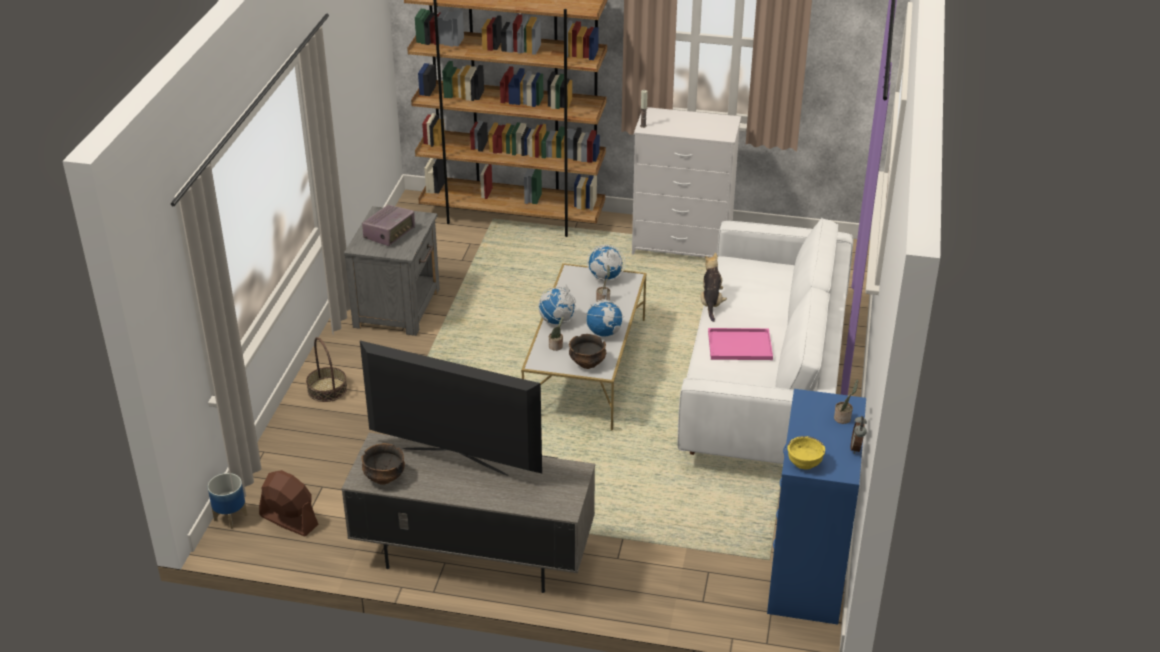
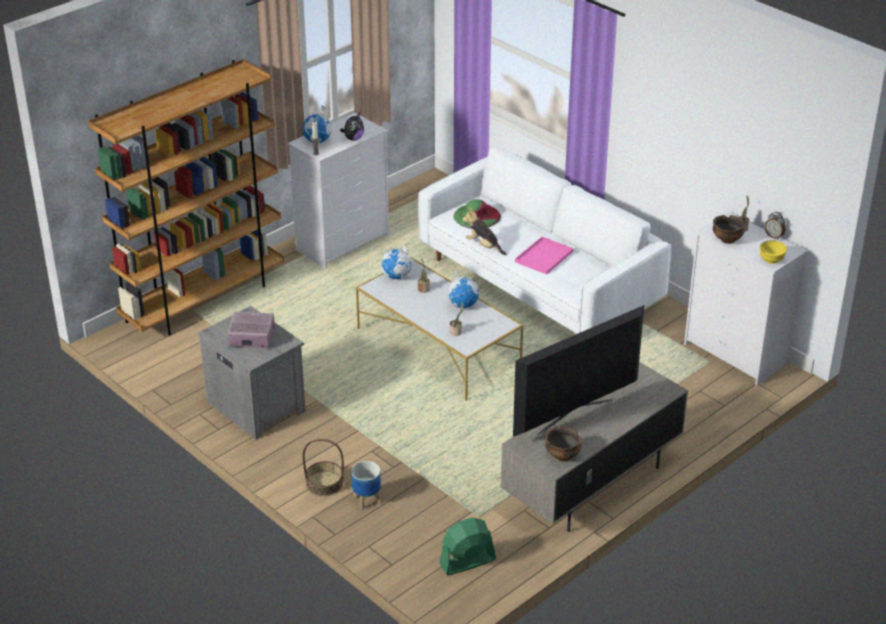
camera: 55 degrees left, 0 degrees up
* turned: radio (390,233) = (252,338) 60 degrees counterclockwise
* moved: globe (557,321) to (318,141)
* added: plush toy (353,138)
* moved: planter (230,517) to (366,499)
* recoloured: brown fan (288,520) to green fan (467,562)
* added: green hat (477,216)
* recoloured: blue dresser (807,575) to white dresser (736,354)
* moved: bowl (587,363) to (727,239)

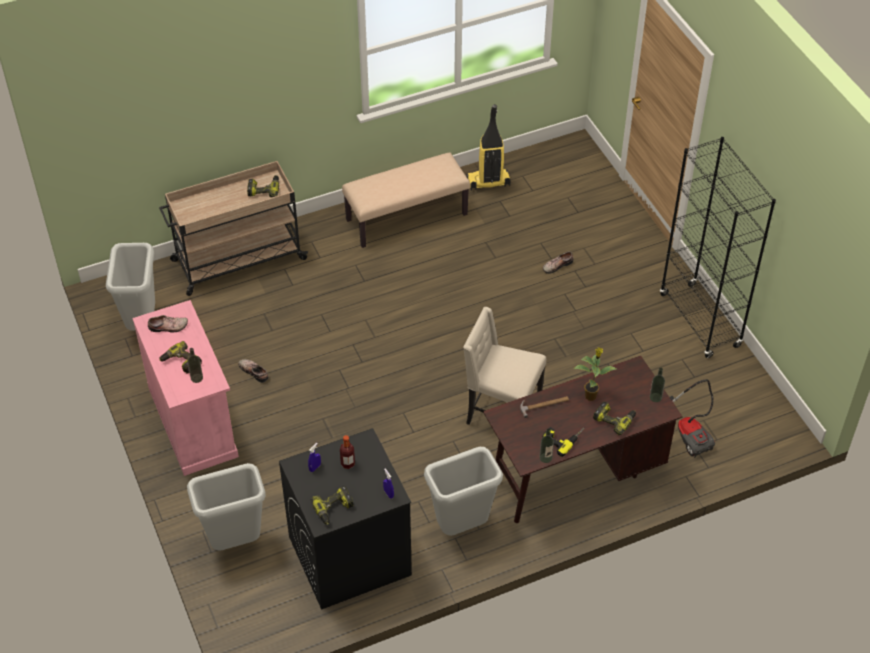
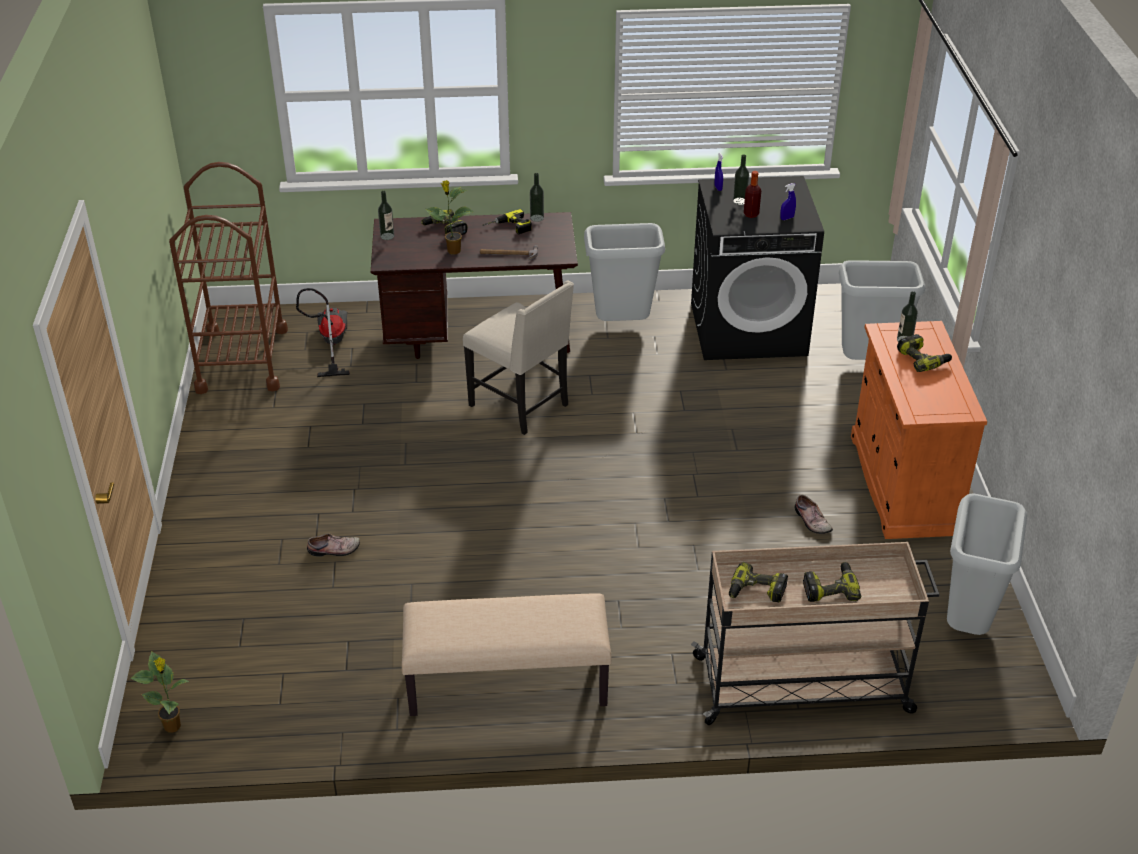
camera: 160 degrees left, 10 degrees down
* added: potted plant (173,726)
* added: brown cart (242,360)
* added: bottle (739,201)
* moved: power drill (333,509) to (830,588)
* recoloured: pink cabinet (193,422) to orange cabinet (902,484)
* removed: shoe (168,327)
* removed: vacuum cleaner (488,182)
* removed: black bookcase (700,321)

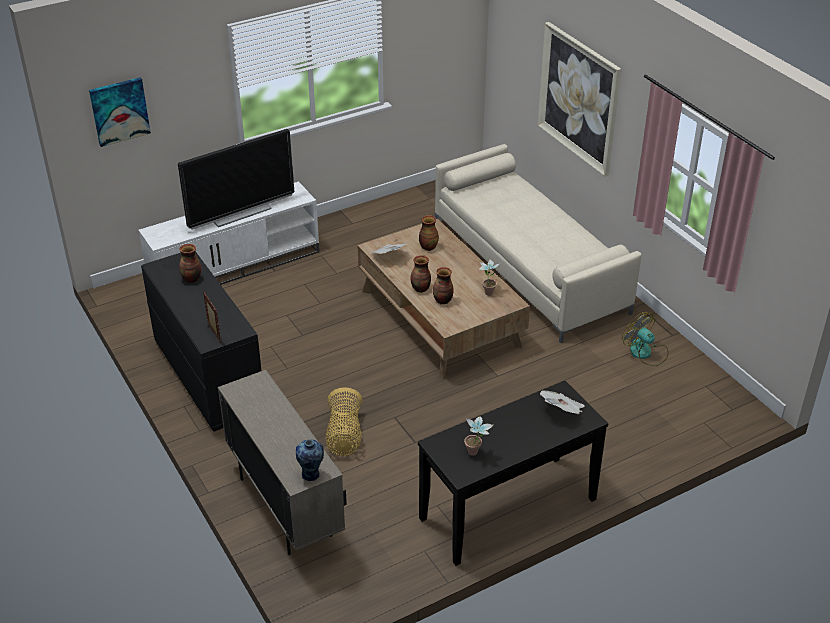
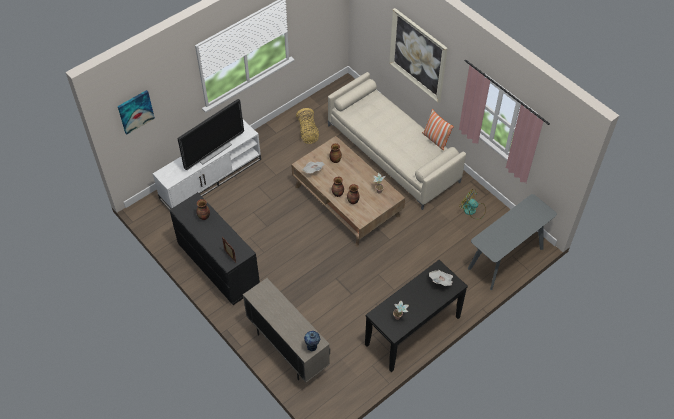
camera: 10 degrees left, 15 degrees up
* moved: basket (344,435) to (308,132)
* added: pillow (435,140)
* added: grey console table (505,259)

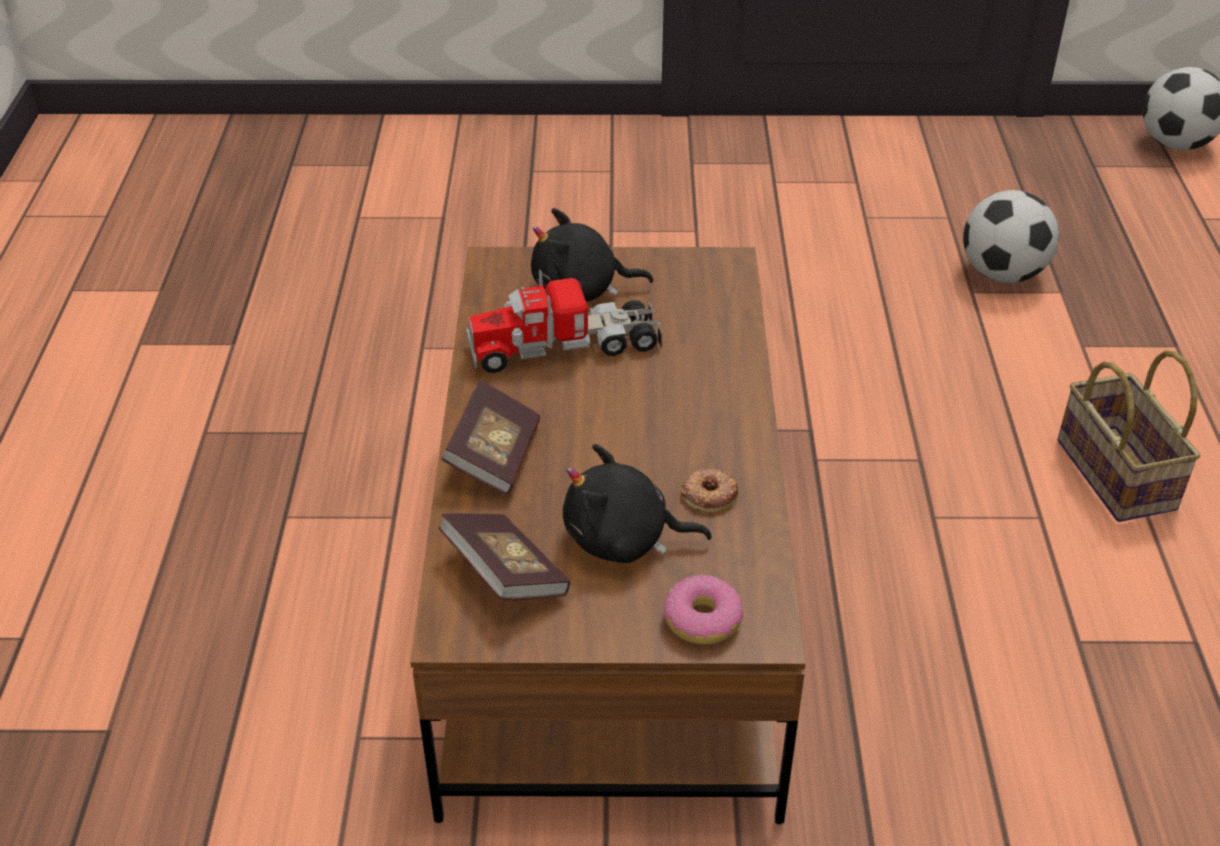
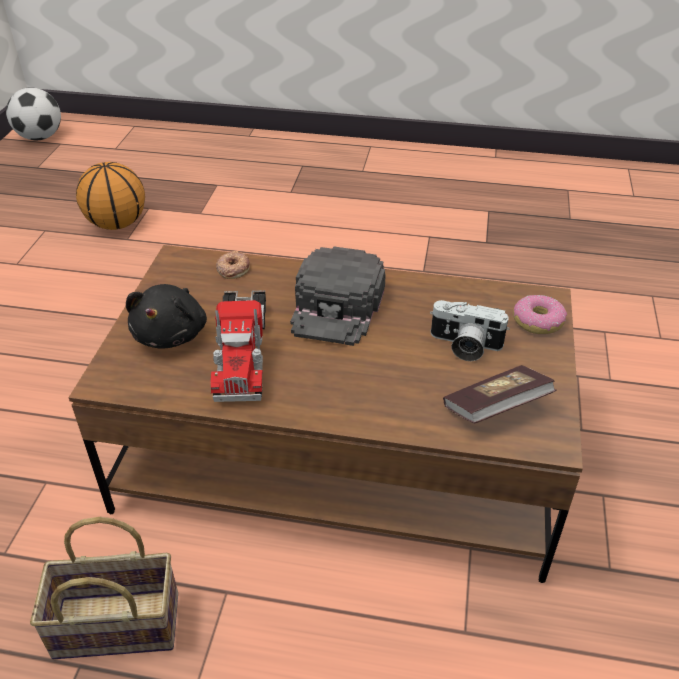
camera: 80 degrees left, 0 degrees up
* moved: basket (1111,473) to (113,627)
* replaced: football (1002,274) to basketball (118,224)
* moved: donut (709,494) to (233,268)
* added: black cap (338,305)
* replaced: black plush toy (624,540) to photo camera (464,346)
* removed: book (494,456)

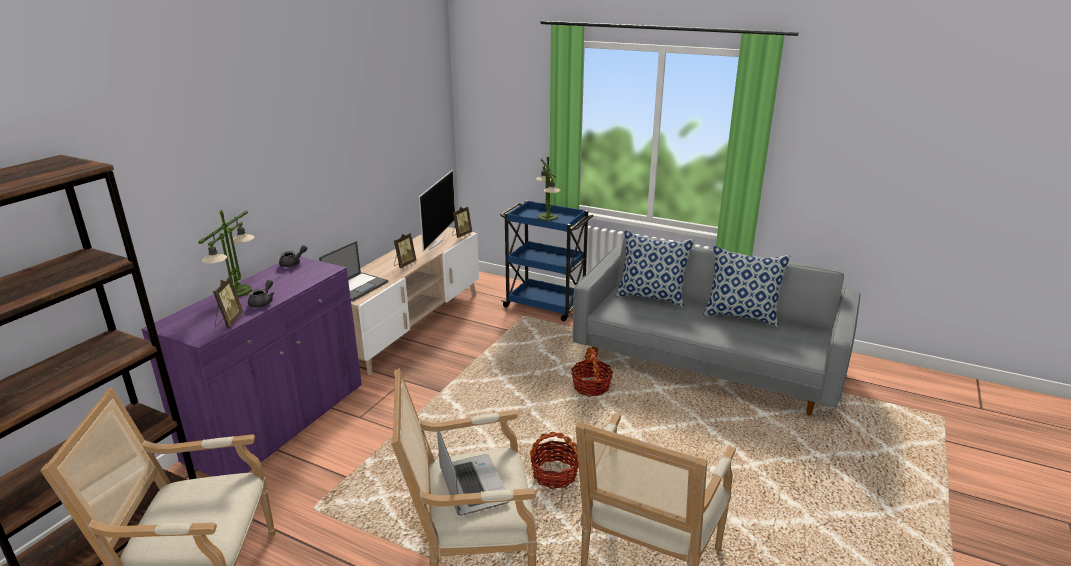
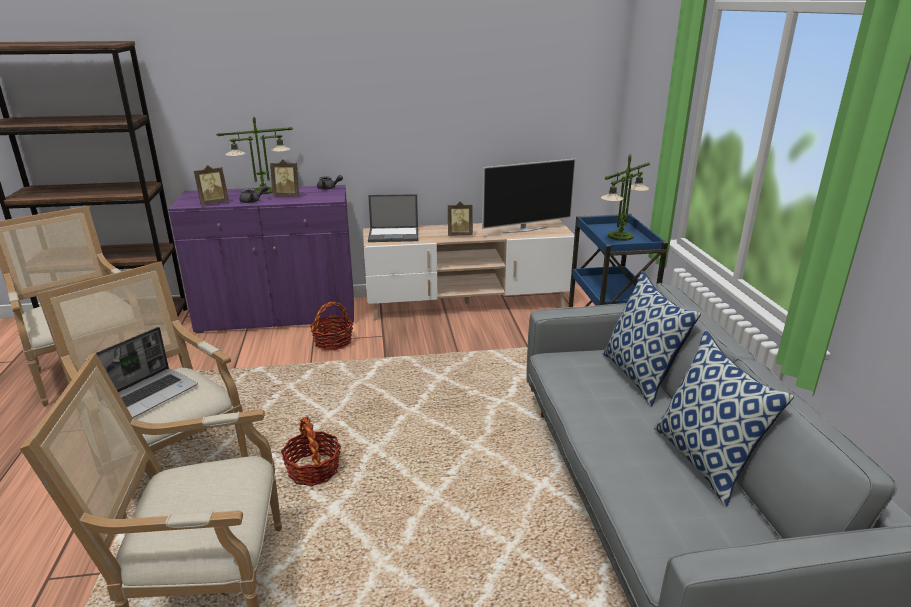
camera: 55 degrees right, 0 degrees up
* moved: picture frame (461,235) to (287,196)
* moved: basket (591,387) to (333,342)

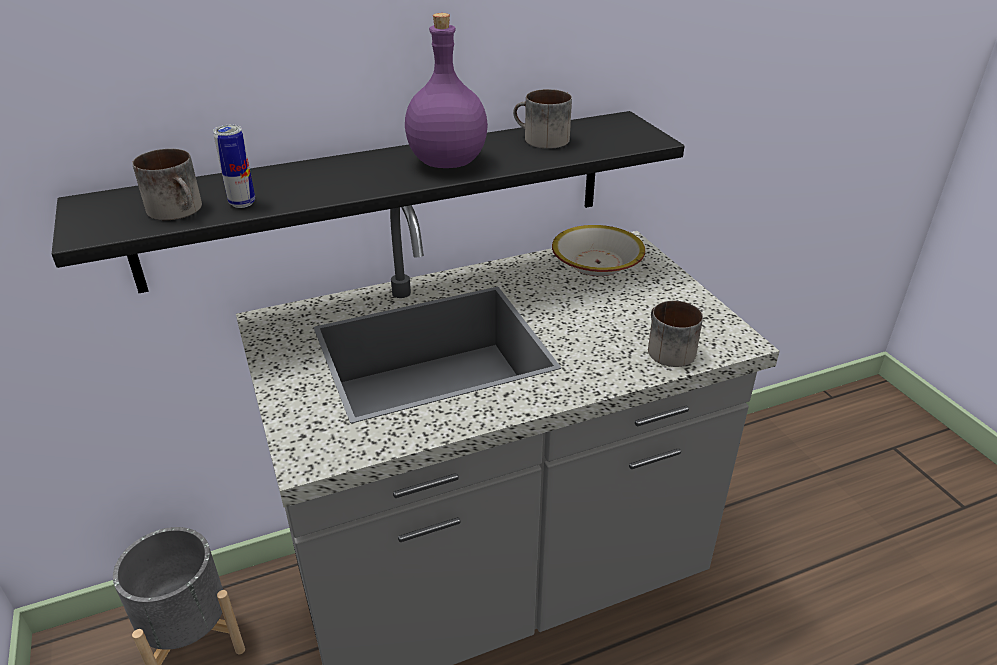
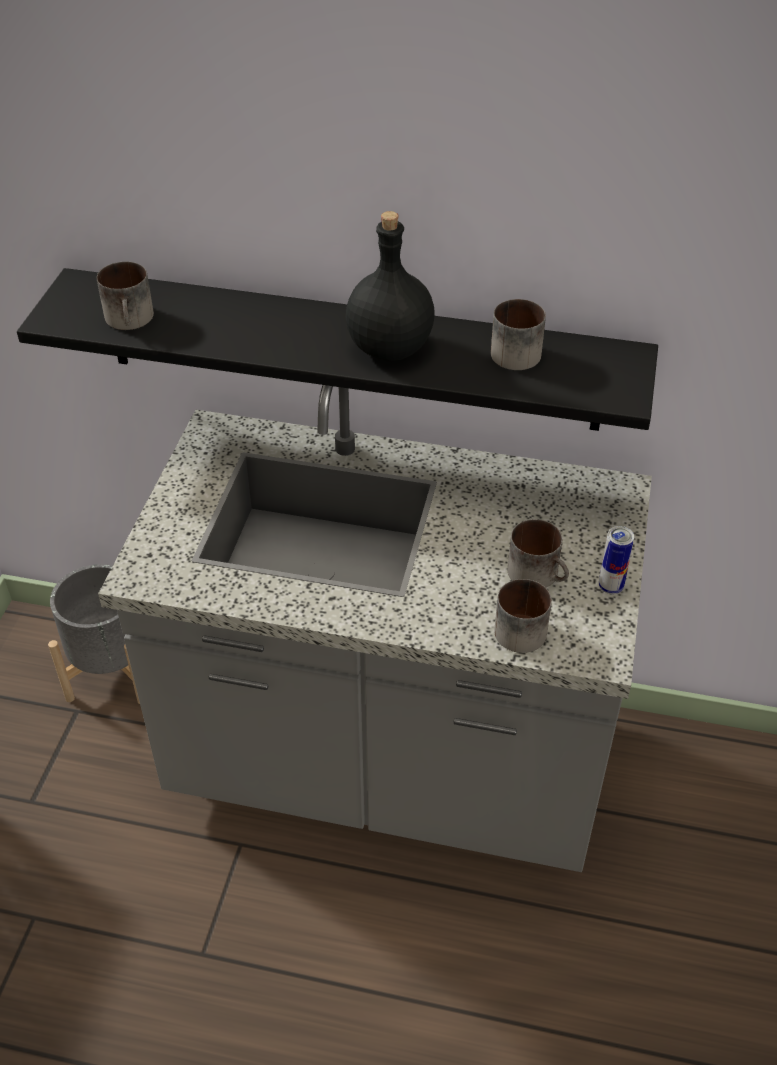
camera: 35 degrees right, 10 degrees up
* recoloured: purple bottle (446,162) to black bottle (389,348)
* added: mug (539,574)
* moved: can (242,203) to (610,587)
* removed: bowl (597,263)

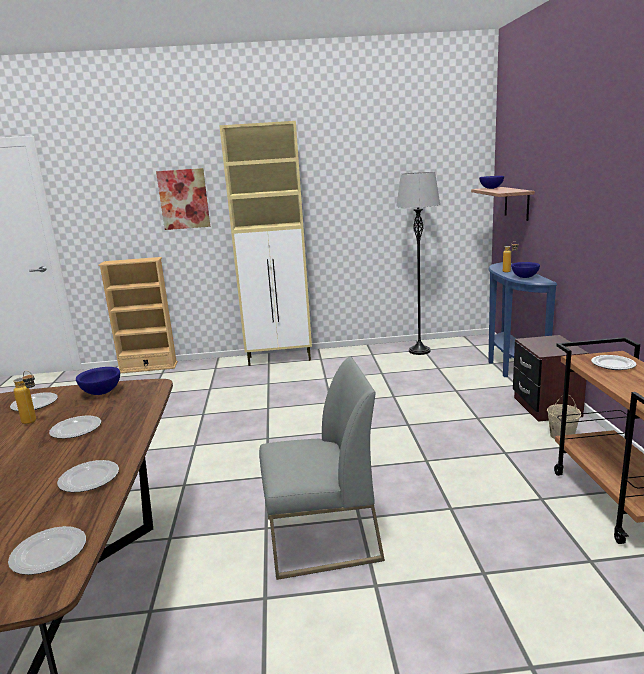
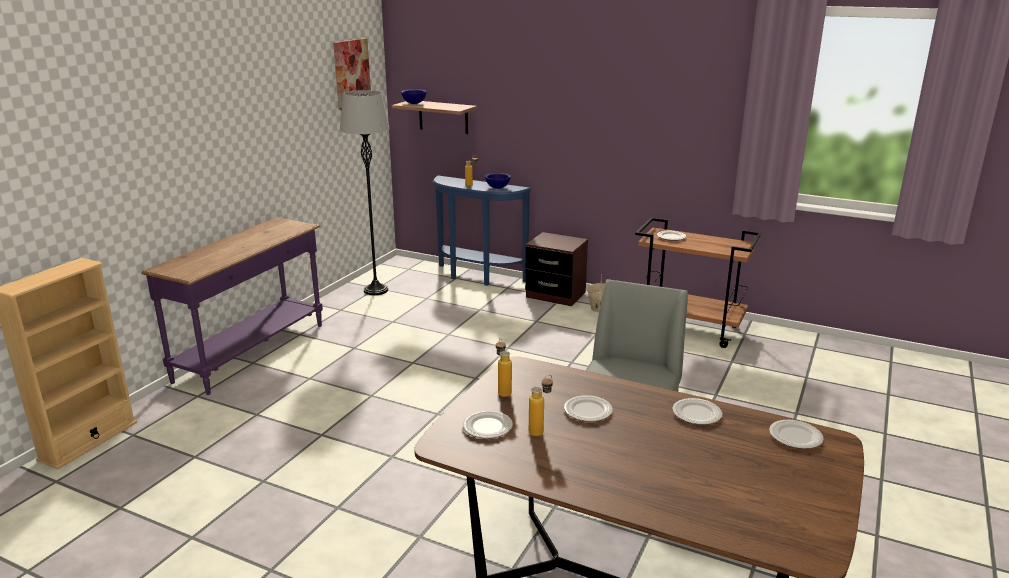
camera: 60 degrees left, 5 degrees up
* replaced: beige cabinet (280,358) to purple console table (253,352)
* moved: picture (184,199) to (351,73)
* replaced: blue bowl (101,392) to bottle (503,391)

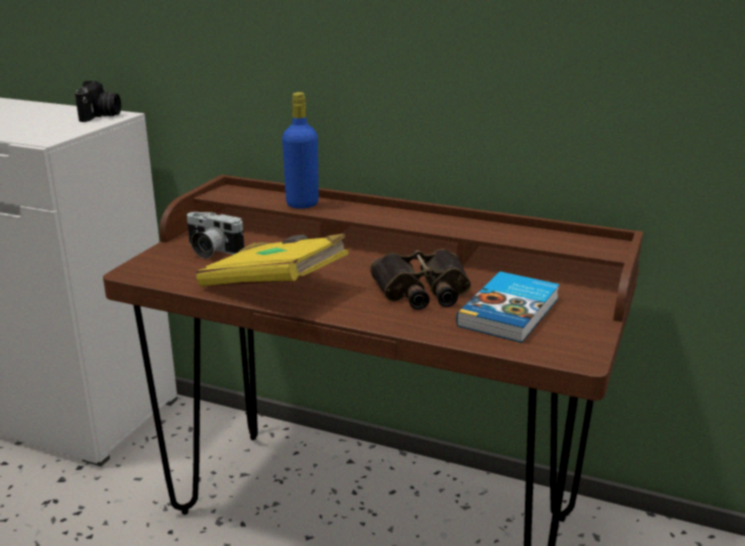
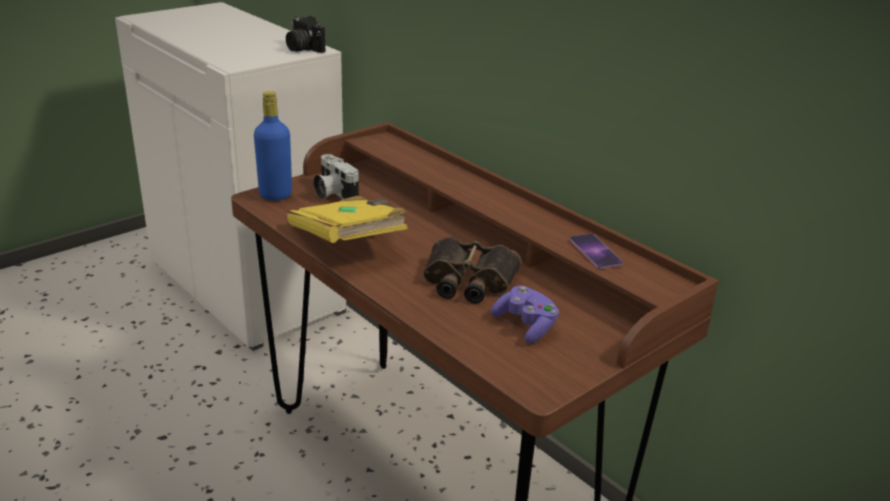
camera: 25 degrees right, 5 degrees up
* moved: blue bottle (302,204) to (275,195)
* turned: photo camera (101,116) = (303,48) 105 degrees clockwise
* replaced: book (511,312) to purple game controller (526,325)
* added: phone (595,251)

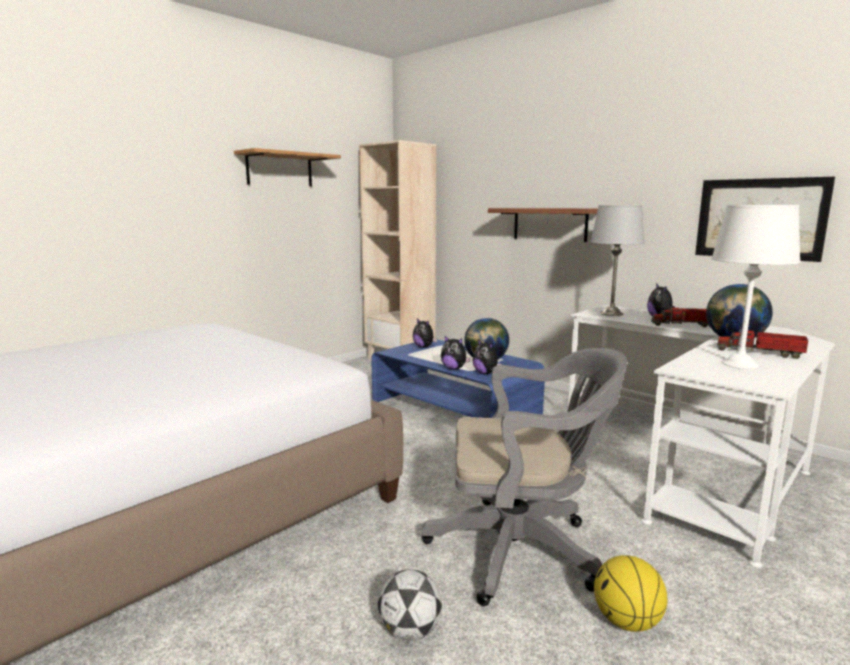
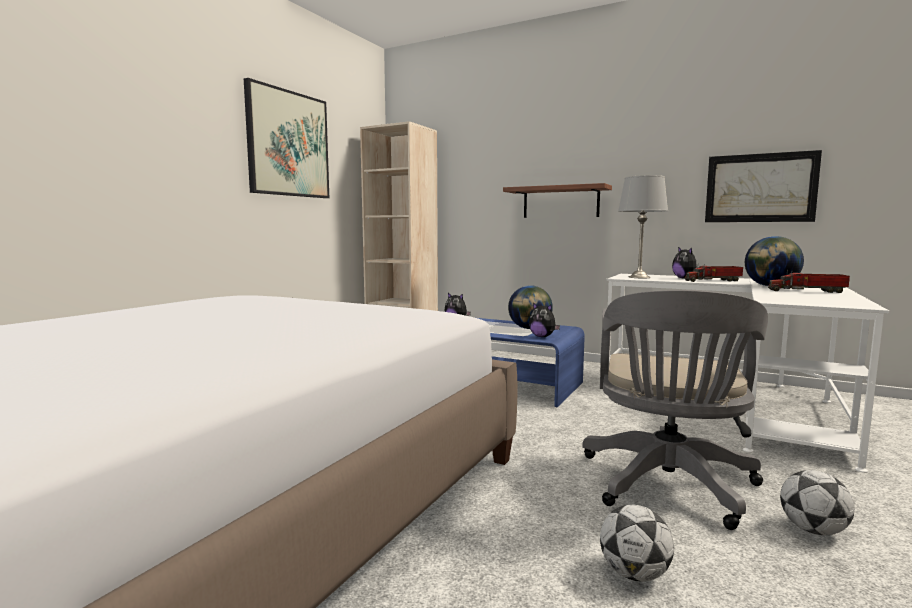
camera: 15 degrees left, 5 degrees down
* replaced: shelf (279,169) to picture (288,144)
* turned: grey office chair (522,550) = (668,487) 120 degrees clockwise
* replaced: basketball (627,622) to football (813,530)
* removed: plush toy (454,368)
* removed: white table lamp (740,364)

